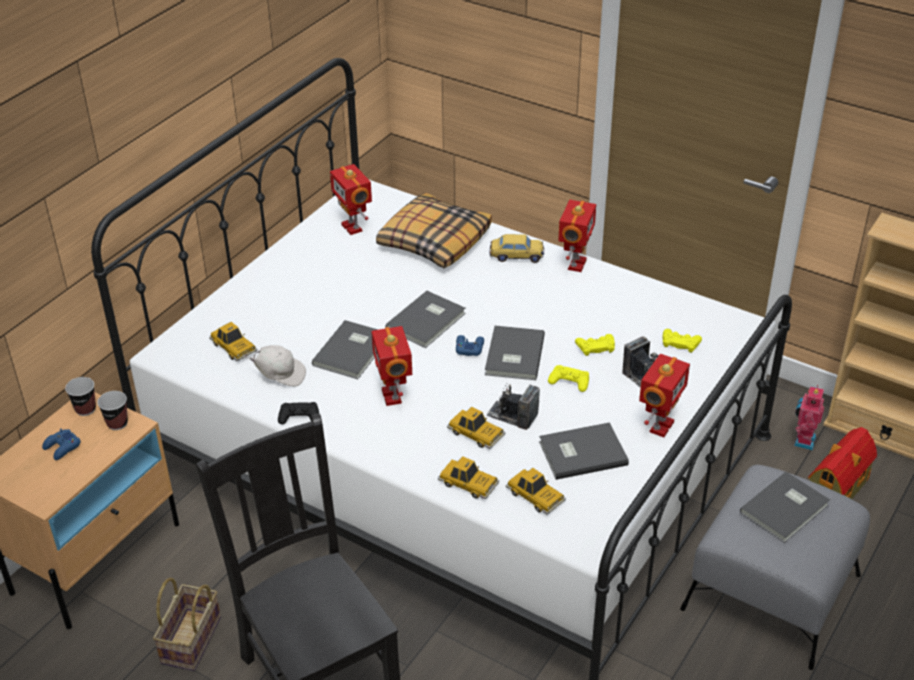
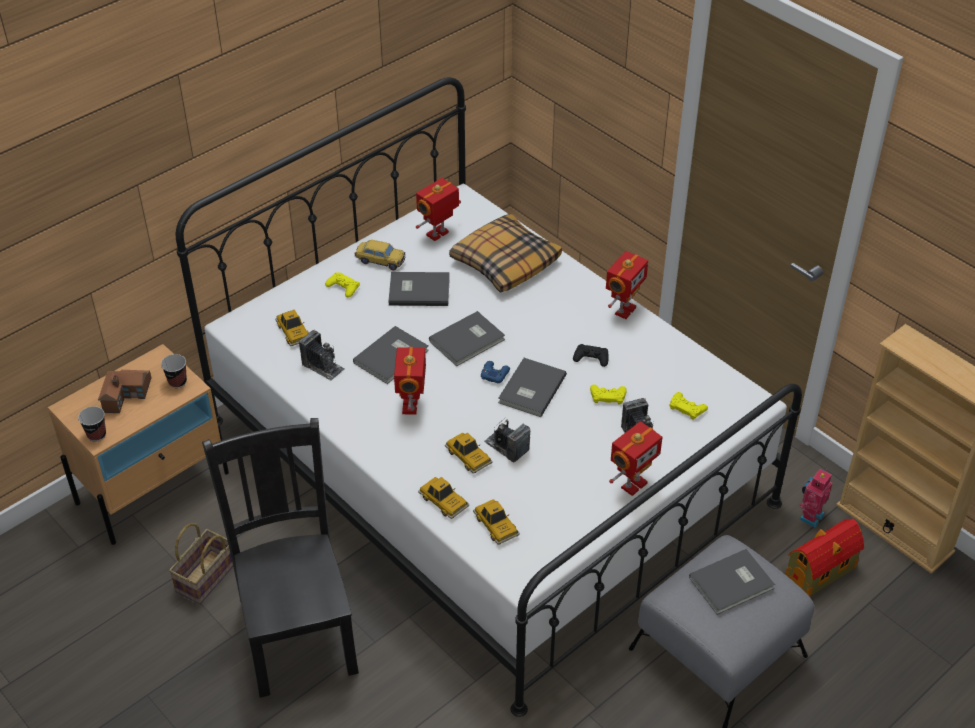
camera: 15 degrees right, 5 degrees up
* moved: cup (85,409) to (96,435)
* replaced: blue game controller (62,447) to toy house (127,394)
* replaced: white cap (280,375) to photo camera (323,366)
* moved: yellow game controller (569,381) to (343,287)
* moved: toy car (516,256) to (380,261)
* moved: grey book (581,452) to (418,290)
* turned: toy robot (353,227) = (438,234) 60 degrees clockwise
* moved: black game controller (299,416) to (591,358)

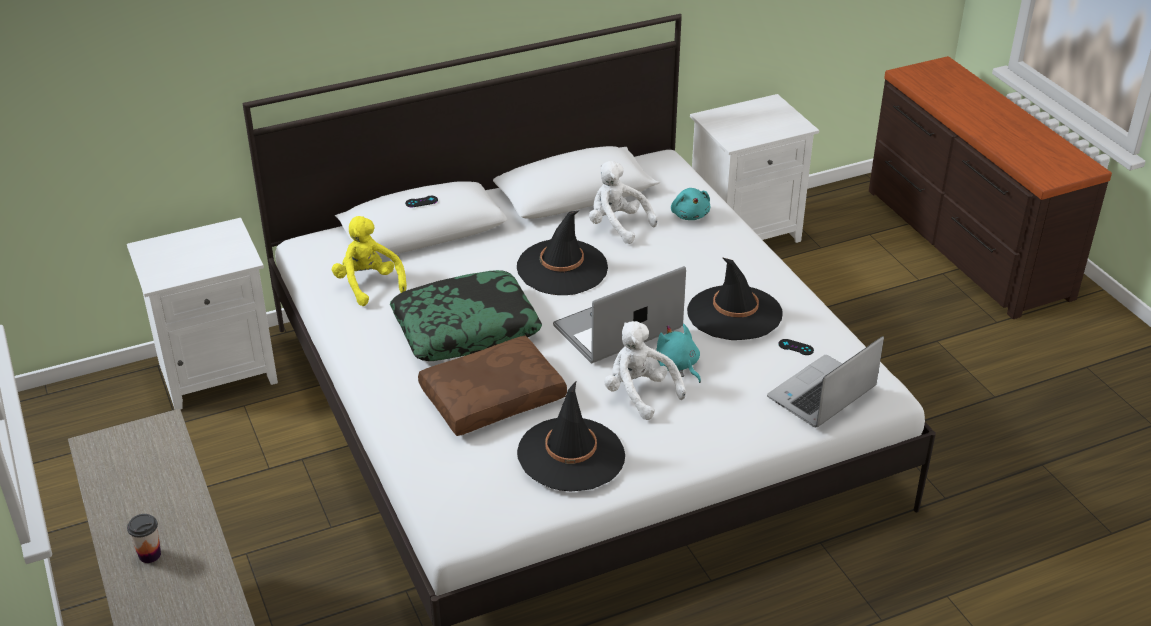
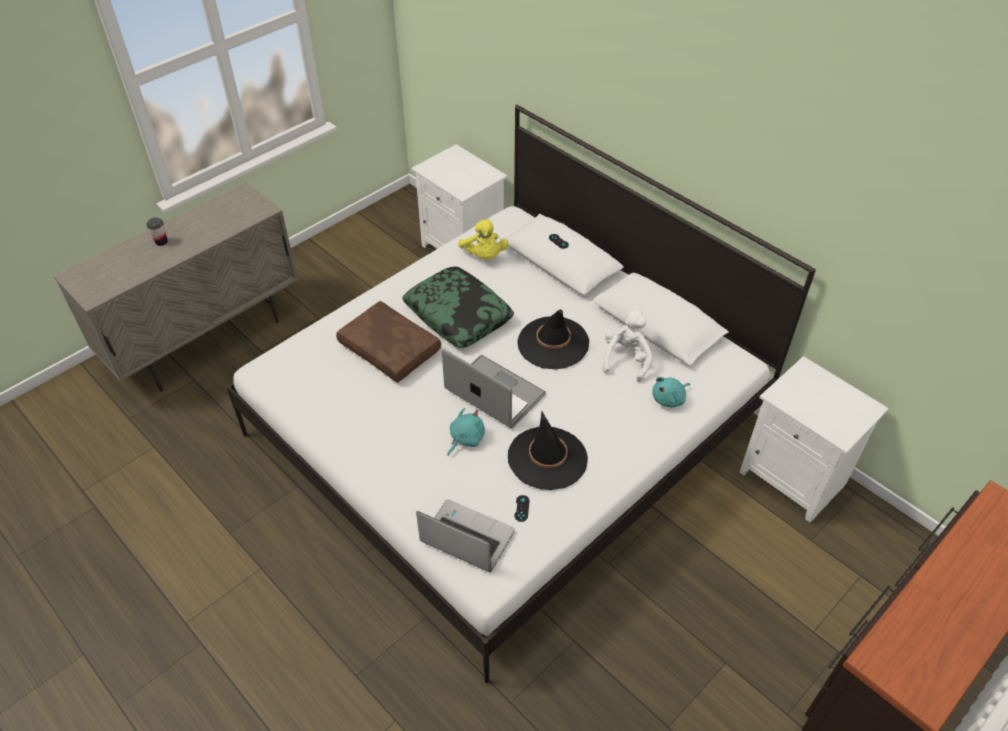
camera: 70 degrees right, 10 degrees up
* turned: yellow plush toy (368,284) = (484,256) 120 degrees clockwise
* removed: black hat (571,455)
* removed: white plush toy (639,393)

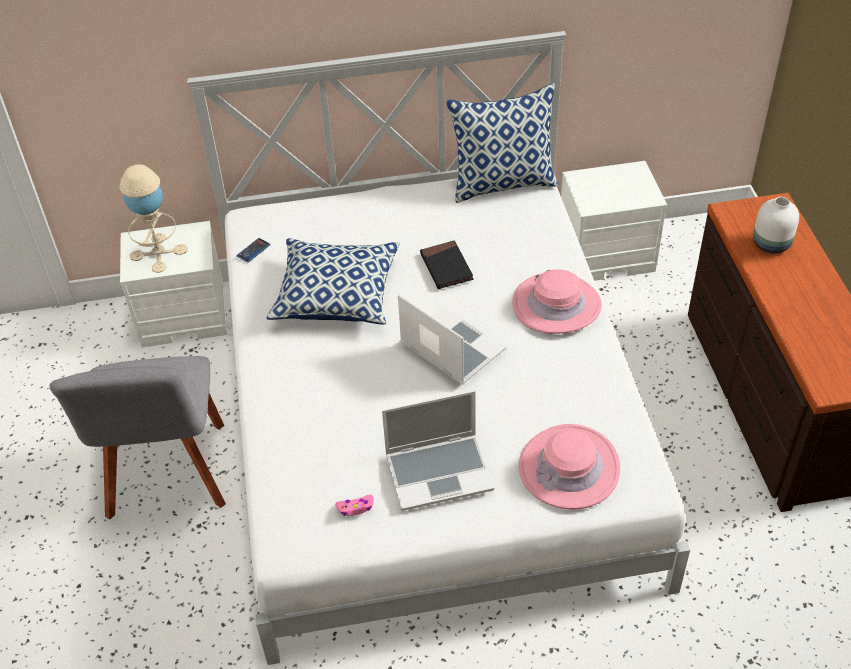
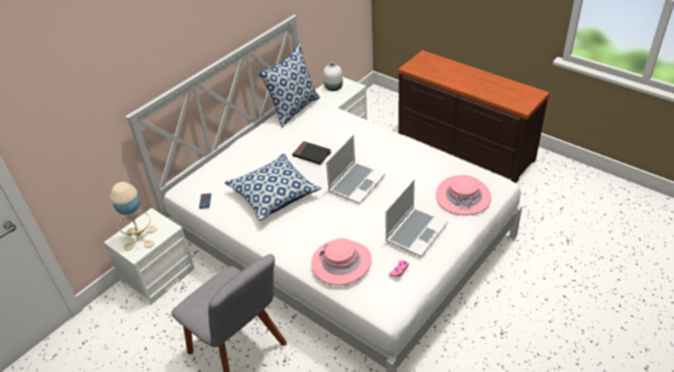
camera: 40 degrees left, 5 degrees down
* moved: pink hat (556,305) to (341,262)
* moved: white vase (772,244) to (334,87)
* turned: laptop (450,347) = (356,183) 120 degrees clockwise

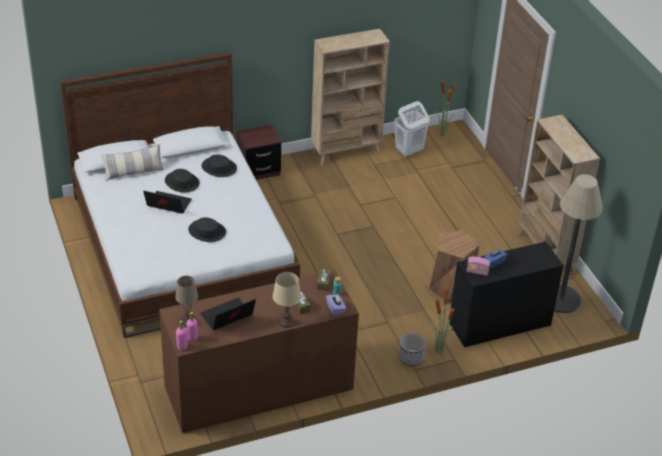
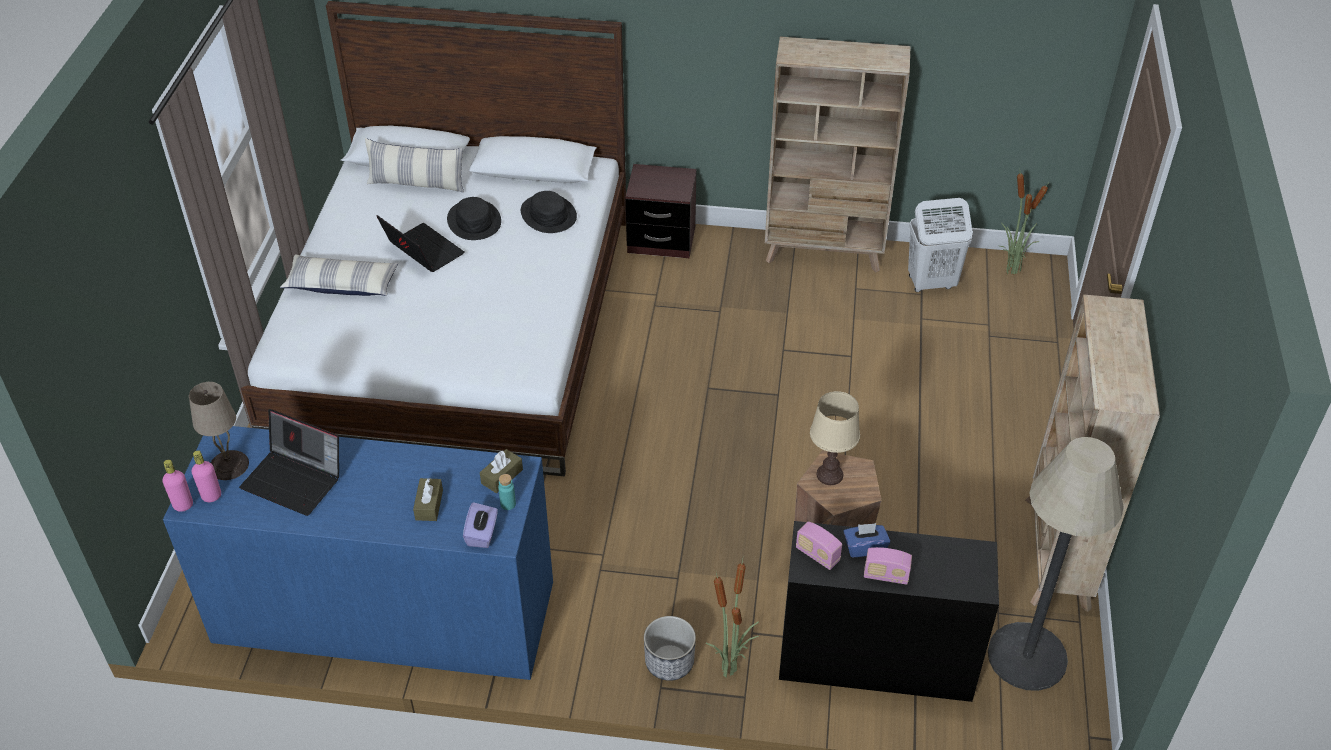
camera: 30 degrees right, 5 degrees up
* recoloured: brown dresser (259,387) to blue dresser (384,611)
* turned: laptop (227,317) = (295,480) 150 degrees counterclockwise
* added: pillow (342,284)
* moved: beige table lamp (286,322) to (829,475)
* added: radio (886,575)
* removed: black hat (207,231)

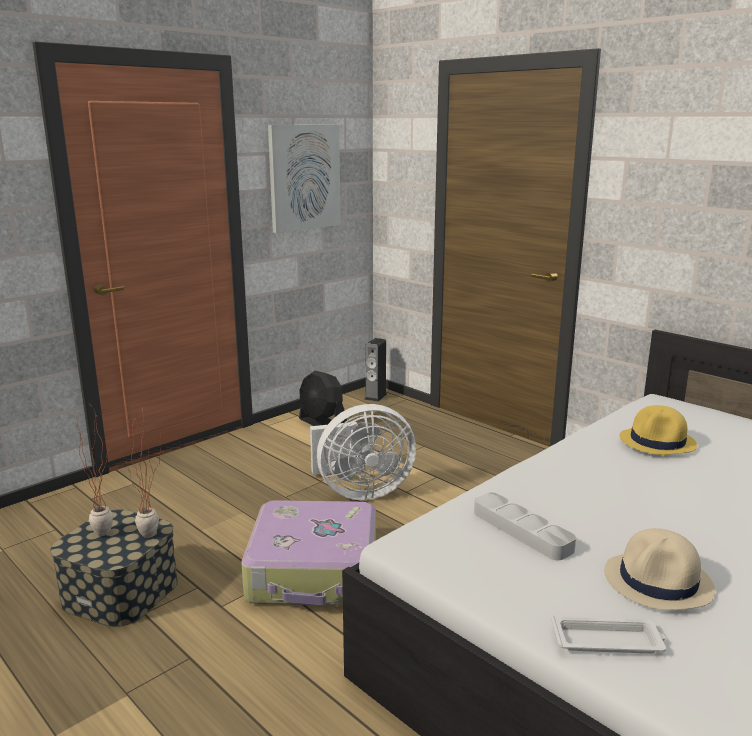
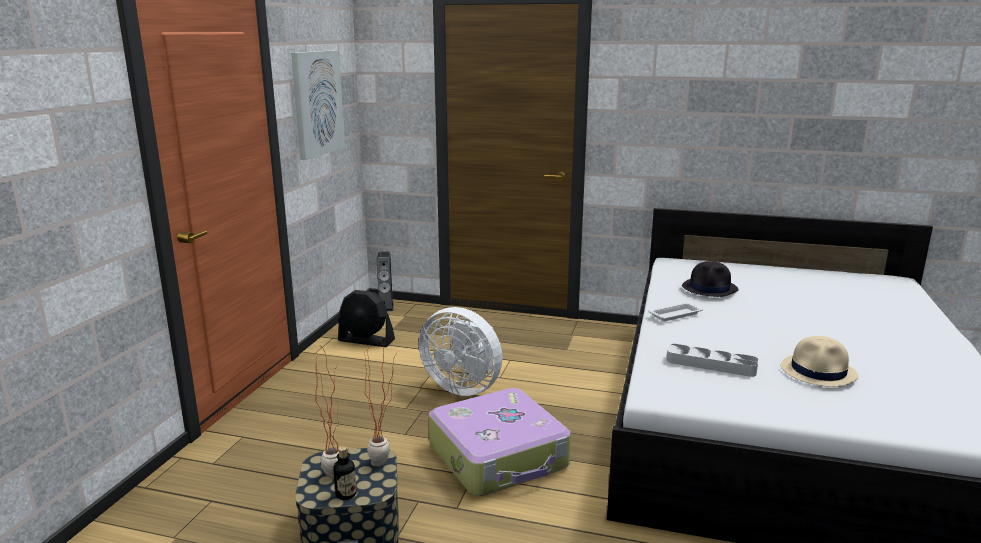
camera: 30 degrees left, 0 degrees up
* added: bottle (346,494)
* turned: white fan (360,491) = (463,387) 75 degrees clockwise
* moved: white tray (608,641) to (676,315)
* recoloured: yellow hat (658,442) to black hat (710,288)

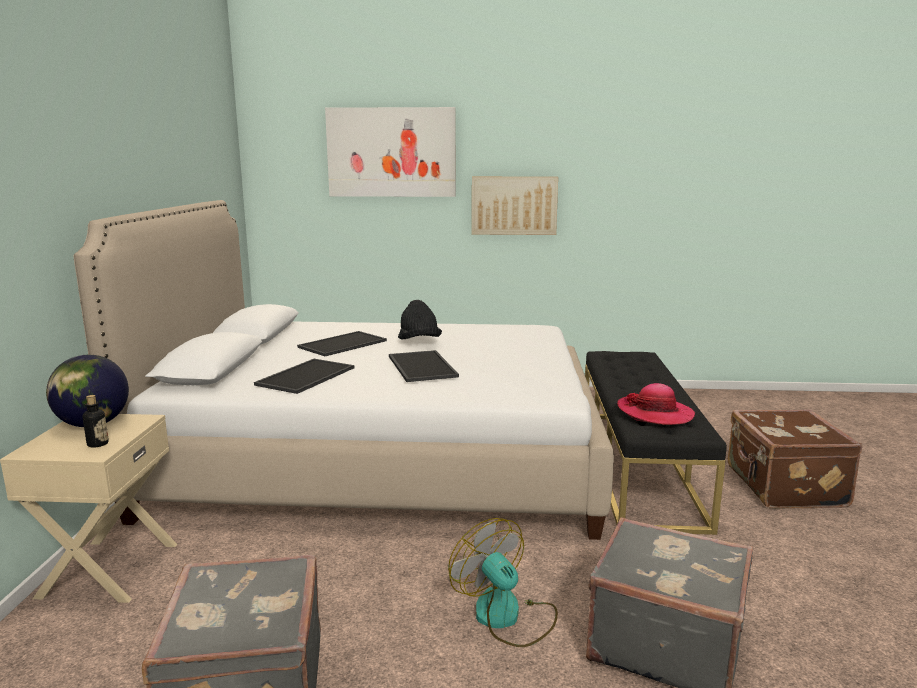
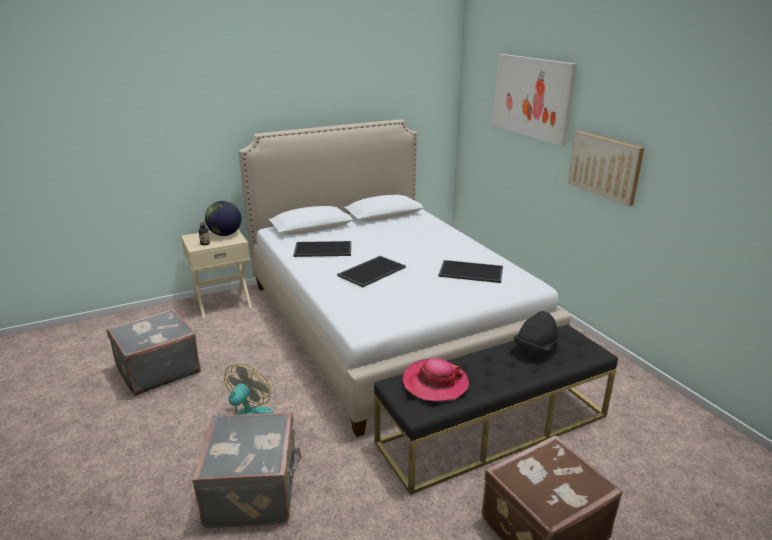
camera: 60 degrees right, 10 degrees up
* moved: tray (343,344) to (470,272)
* moved: black hat (419,342) to (535,349)

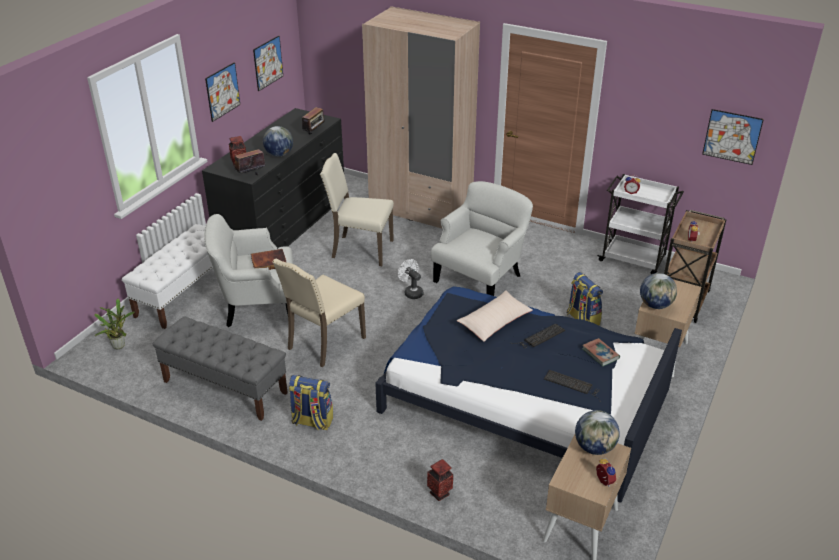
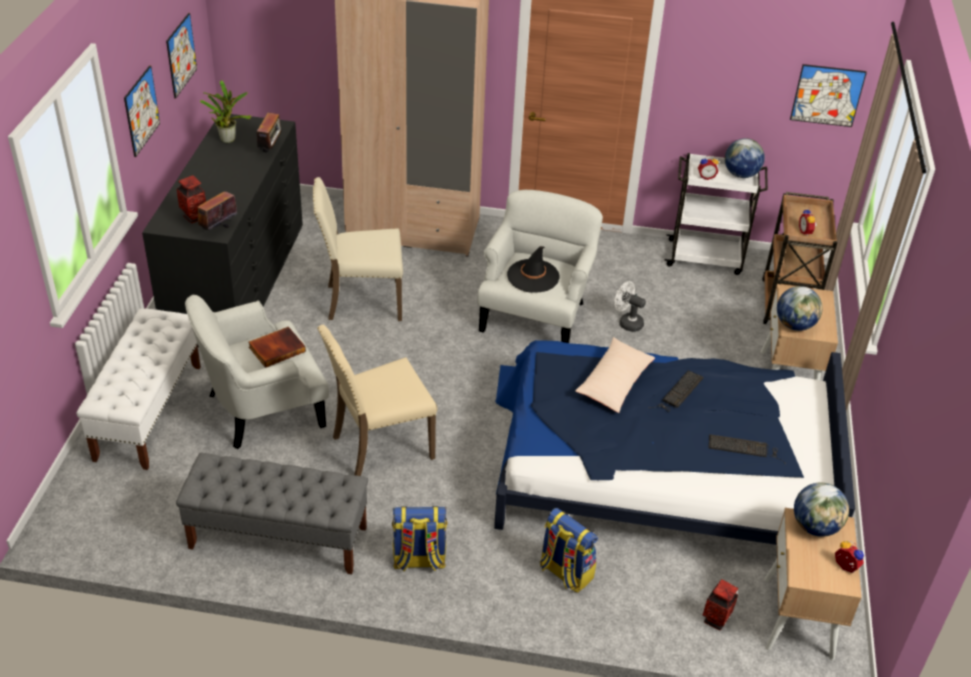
camera: 20 degrees left, 5 degrees up
* moved: potted plant (120,345) to (228,138)
* turned: beige chair (324,343) = (380,446) 45 degrees clockwise
* added: black hat (533,276)
* moved: backpack (582,319) to (565,572)
* moved: white fan (411,292) to (627,323)
* moved: vase (439,493) to (715,620)
* moved: globe (279,155) to (740,174)
* removed: book (600,354)

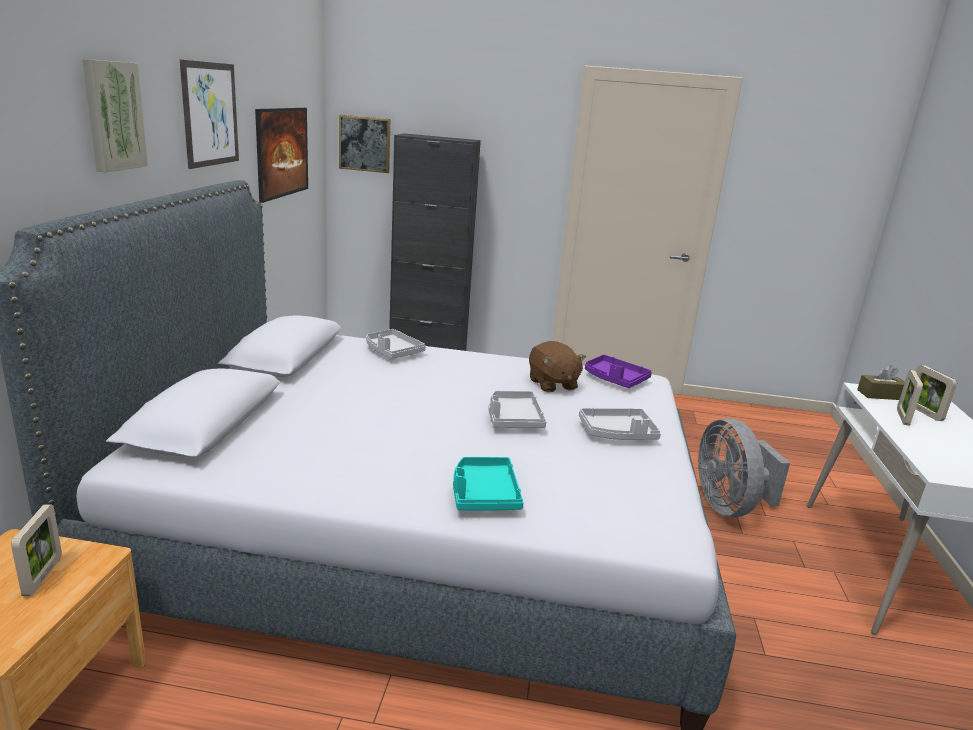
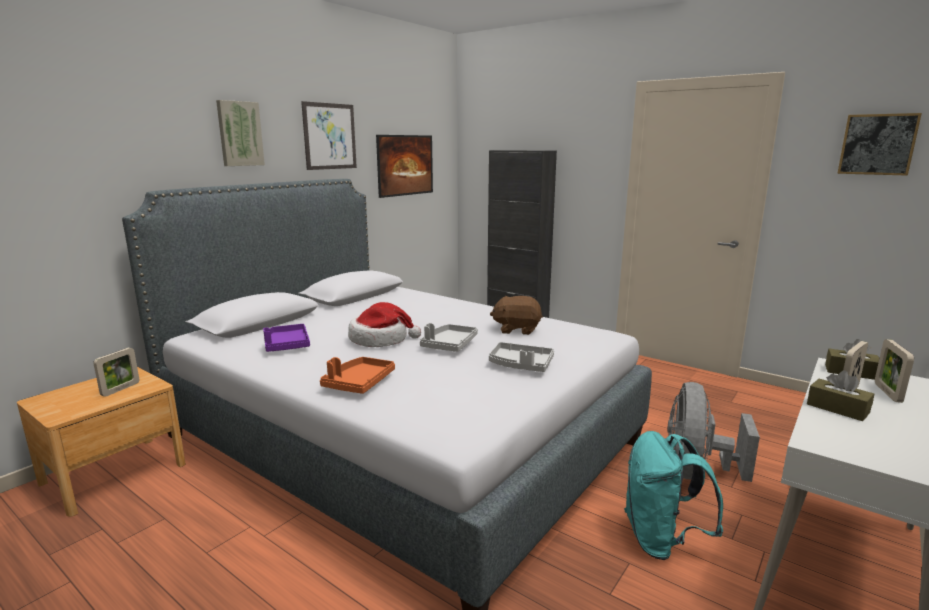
camera: 30 degrees right, 5 degrees down
* moved: purple tray (615,379) to (287,345)
* recoloured: turquoise tray (483,494) to orange tray (358,383)
* added: hat (380,339)
* turned: brown plush toy (552,384) = (517,329) 90 degrees clockwise
* added: turquoise backpack (661,540)
* added: brown tissue box (837,408)
* moved: picture (364,144) to (877,144)
* removed: grey tray (392,352)

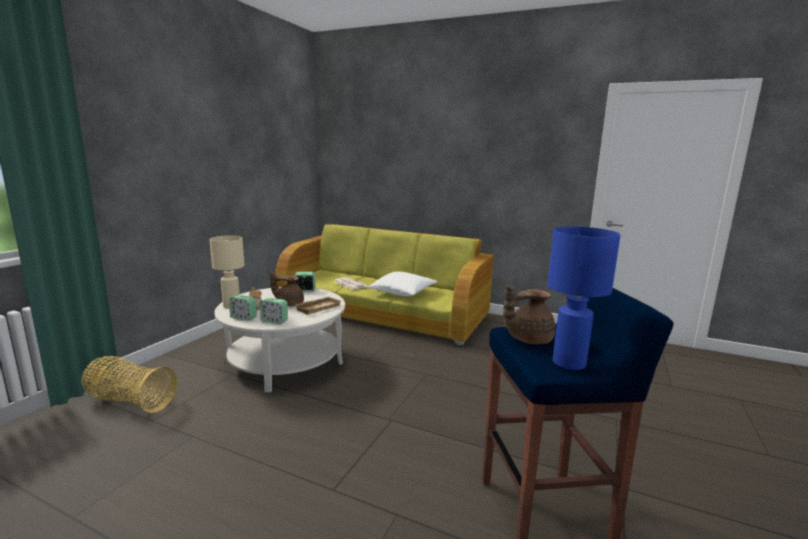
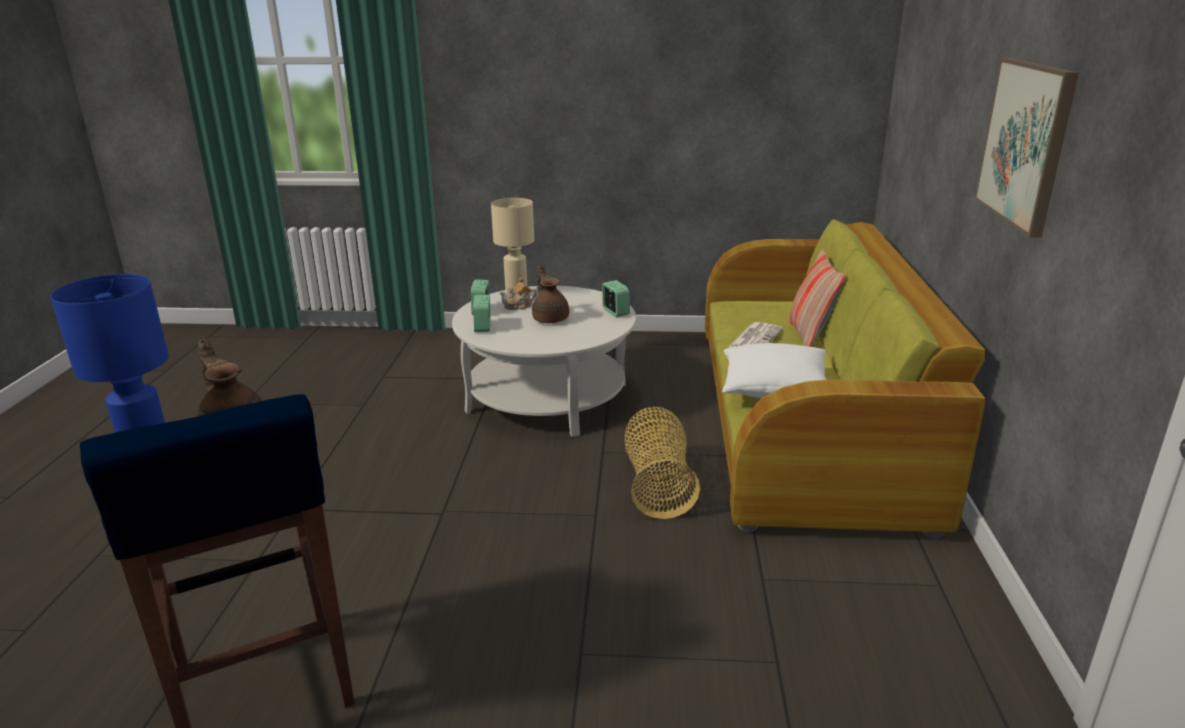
camera: 70 degrees right, 10 degrees up
* moved: basket (130,401) to (658,484)
* added: pillow (809,336)
* added: picture (1026,143)
* removed: beige tray (318,307)

